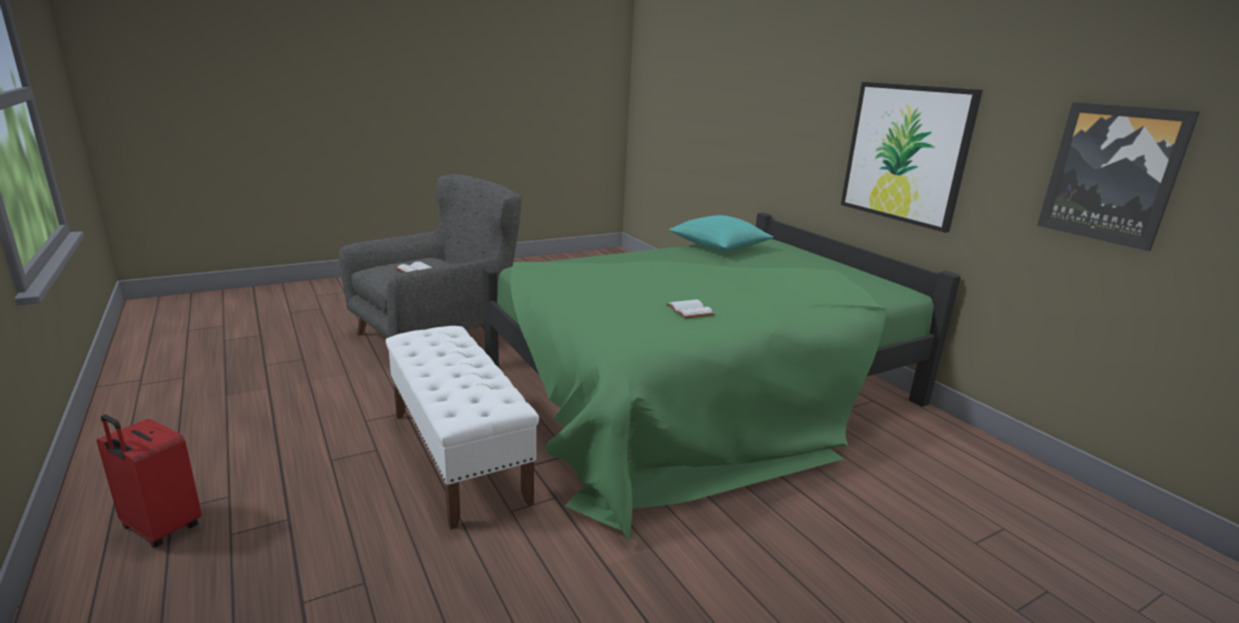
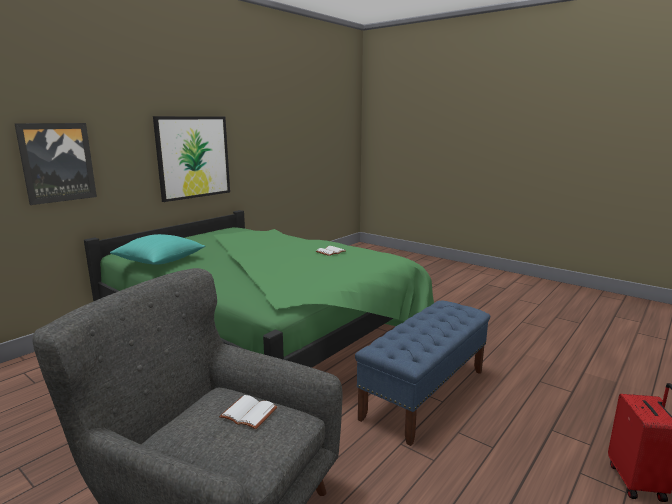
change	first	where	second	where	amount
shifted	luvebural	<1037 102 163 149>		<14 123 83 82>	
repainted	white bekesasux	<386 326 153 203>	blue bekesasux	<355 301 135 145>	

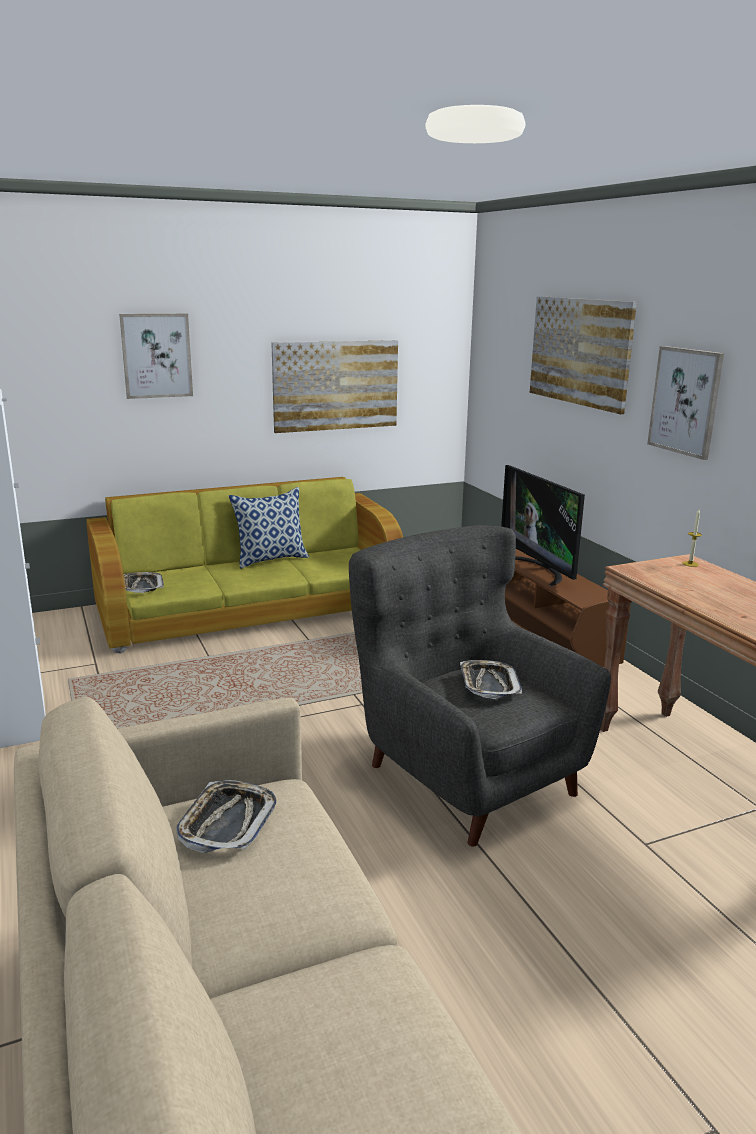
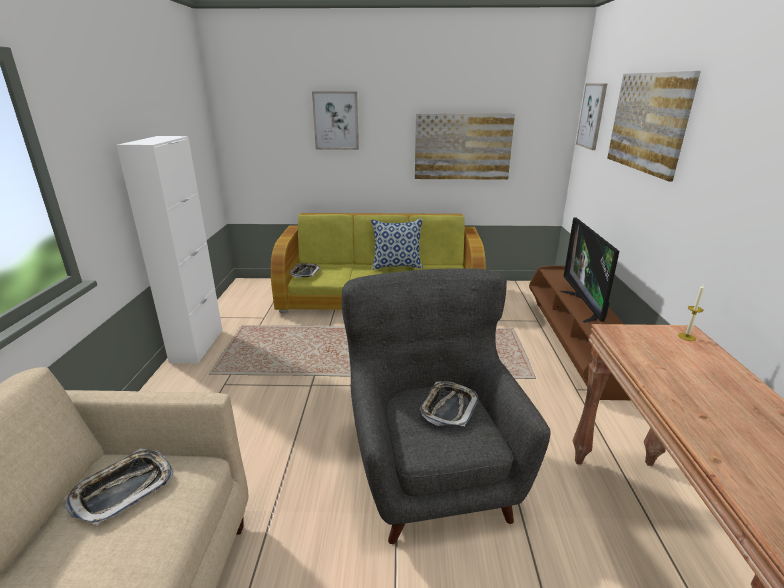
change	first	where	second	where	amount
shifted	luvebural	<647 346 77 114>		<576 83 31 67>	

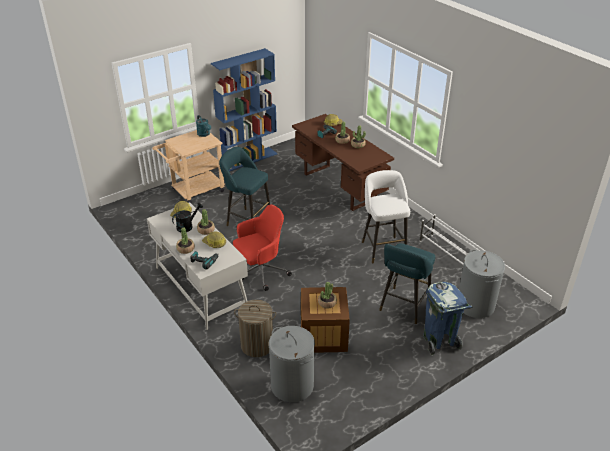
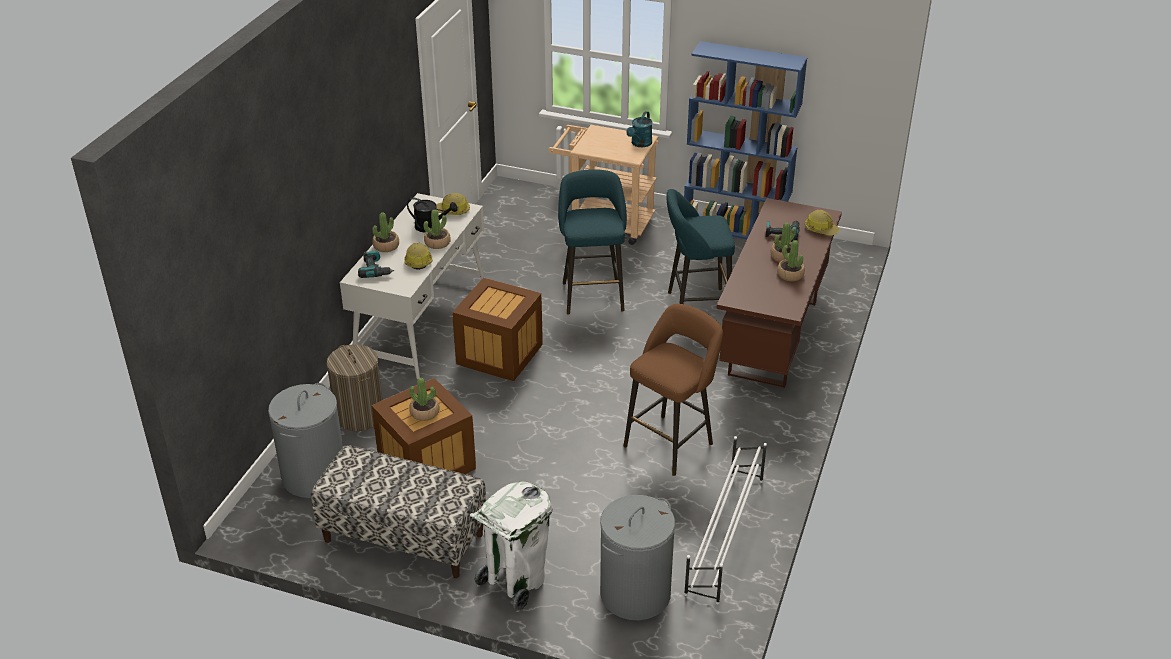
change	first	where	second	where	amount
new			bekesasux	<311 445 175 133>	
swapped	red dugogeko	<233 204 59 87>	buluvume	<452 278 90 103>	
repainted	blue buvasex	<423 282 50 74>	white buvasex	<470 481 83 131>	
repainted	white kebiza	<362 170 48 93>	brown kebiza	<624 304 99 172>	
shifted	turquoise kebiza	<379 243 56 81>		<666 189 69 115>	

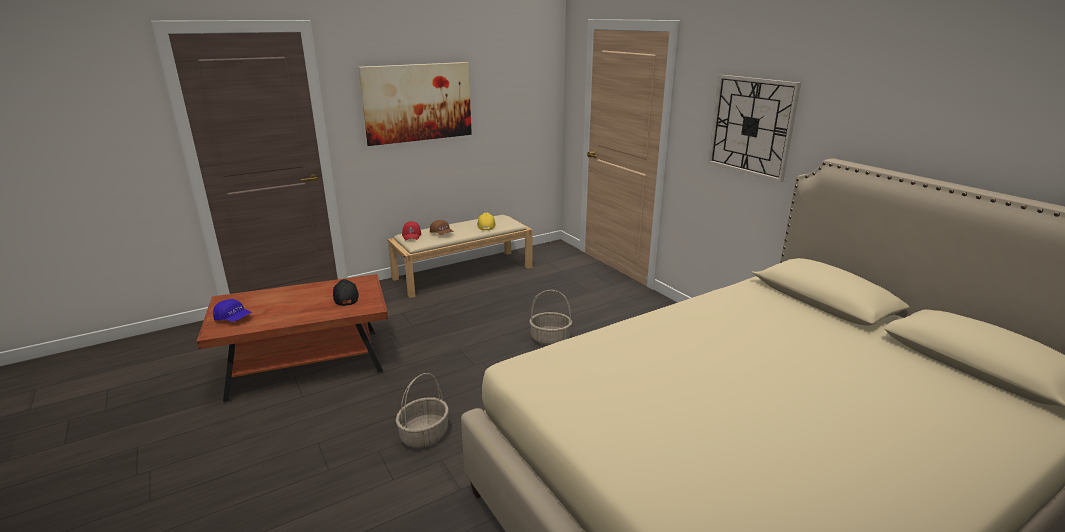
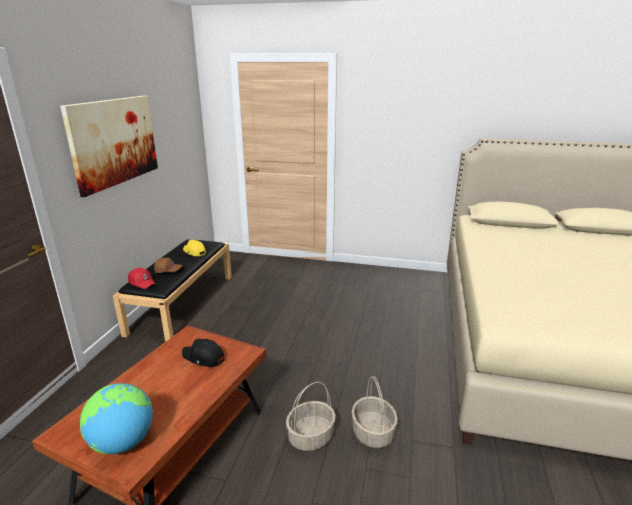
change	first	where	second	where	amount
swapped	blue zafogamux	<213 299 39 23>	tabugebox	<80 383 73 71>	
repainted	beige bekesasux	<388 215 145 83>	black bekesasux	<113 239 119 103>	
shifted	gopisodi	<529 290 43 55>		<286 382 50 69>	
gone	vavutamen	<708 75 93 107>			

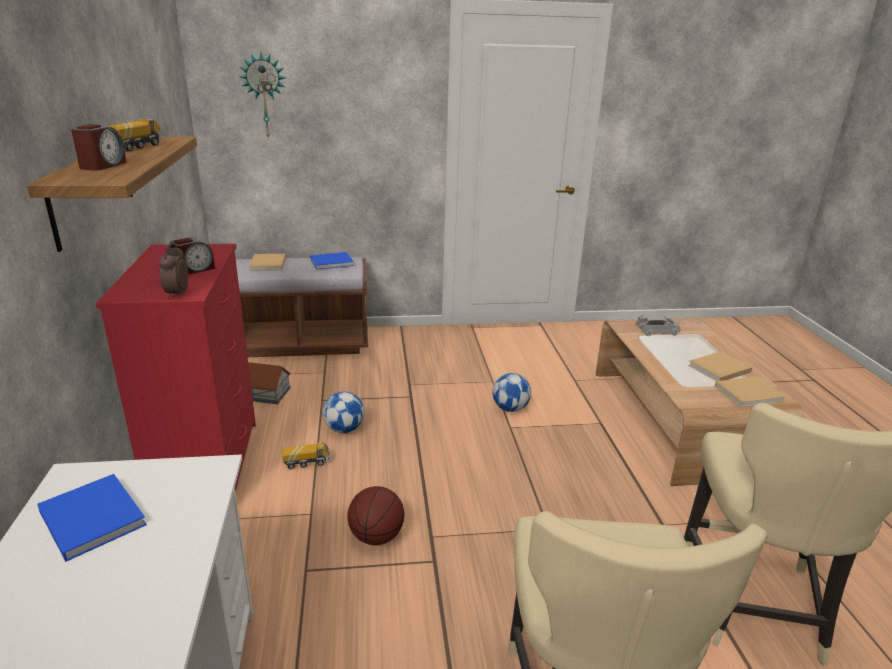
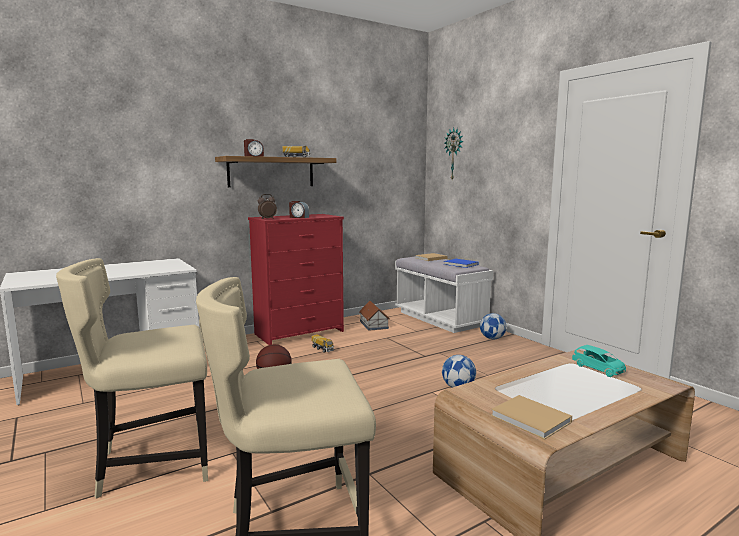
change	first	where	second	where	amount
repainted	brown bekesasux	<236 257 132 100>	white bekesasux	<395 256 98 77>	
shifted	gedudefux	<323 391 42 42>		<480 313 27 26>	
repainted	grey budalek	<635 315 45 21>	turquoise budalek	<572 345 54 32>	
gone	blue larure	<37 474 110 88>			
gone	beige larure	<688 351 64 30>			

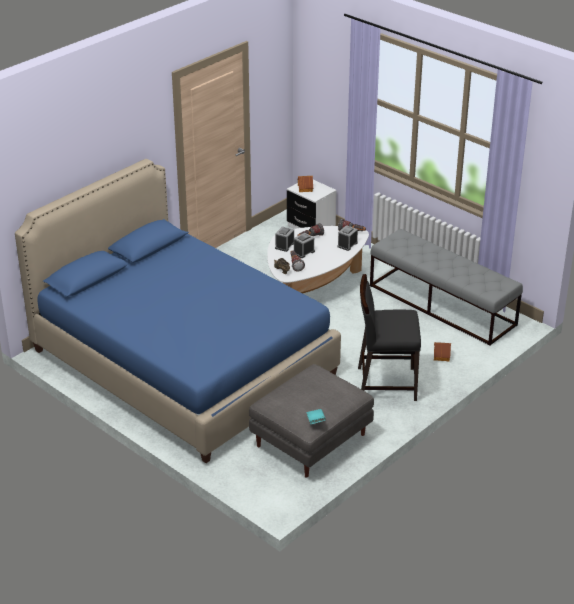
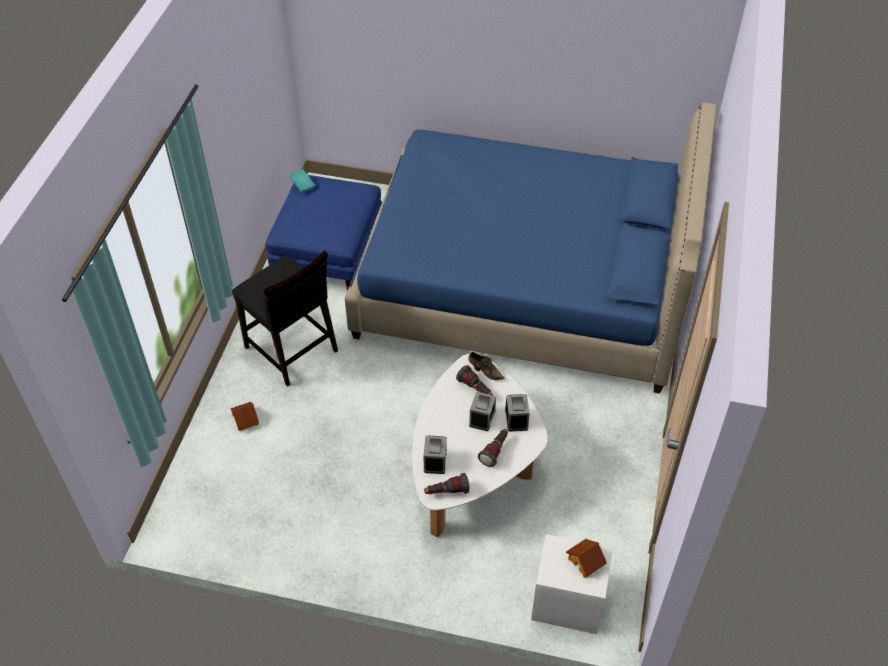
change	first	where	second	where	amount
rotated	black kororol	<358 274 63 127>		<232 251 106 136>	75 degrees clockwise
repainted	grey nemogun	<249 364 125 114>	blue nemogun	<265 175 117 116>	
gone	grey bekesasux	<370 229 153 117>			

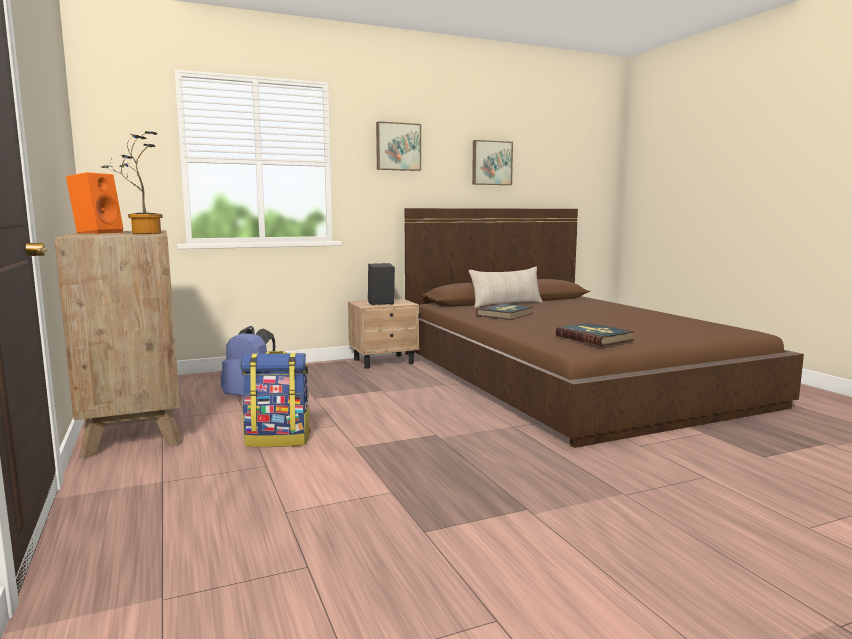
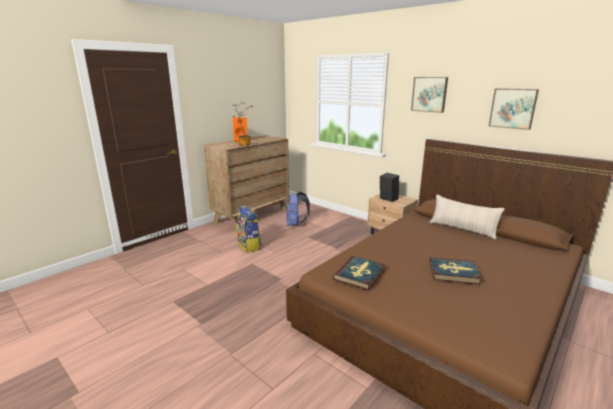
change	first	where	second	where	amount
shifted	larure	<476 304 57 16>		<429 257 53 28>	

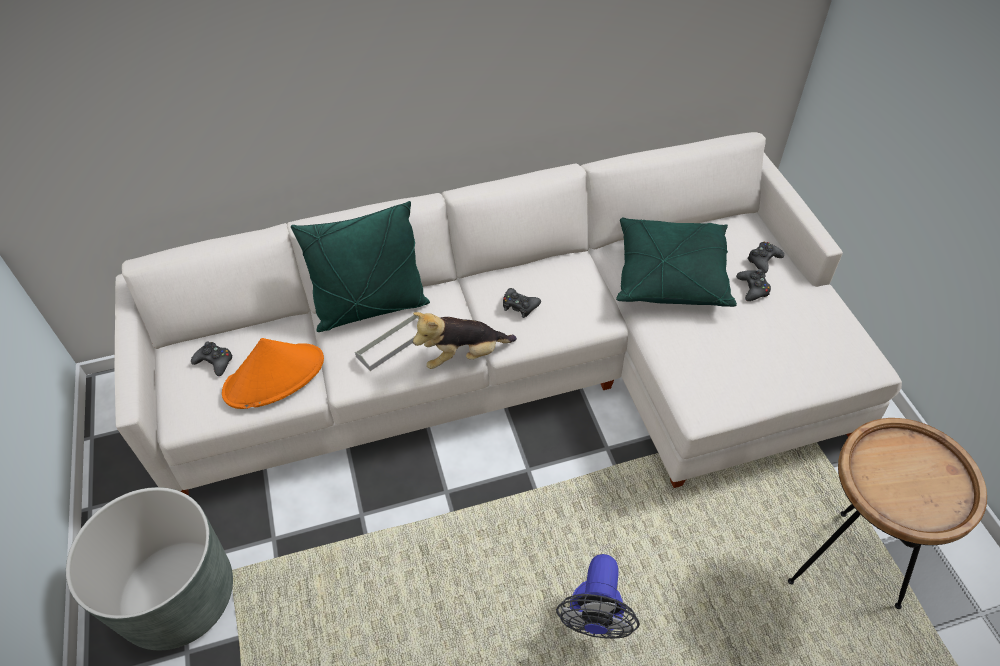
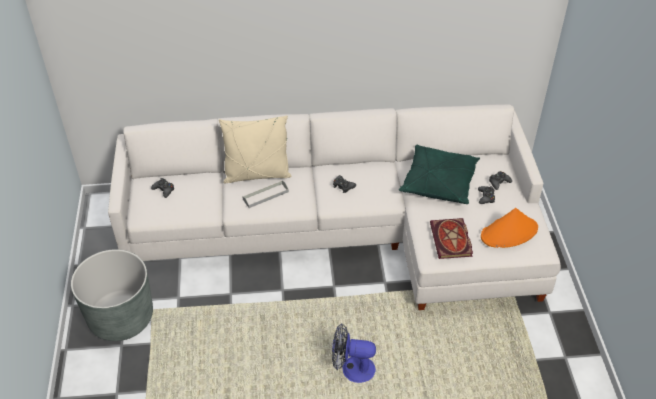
change	first	where	second	where	amount
repainted	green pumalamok	<291 201 139 131>	beige pumalamok	<219 115 73 68>	
rotated	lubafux	<556 554 84 85>		<332 323 44 60>	75 degrees clockwise
new			larure	<430 218 43 41>	
shifted	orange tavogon	<222 338 102 71>		<481 208 57 40>	
gone	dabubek	<413 312 104 57>			
gone	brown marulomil	<788 418 199 191>			

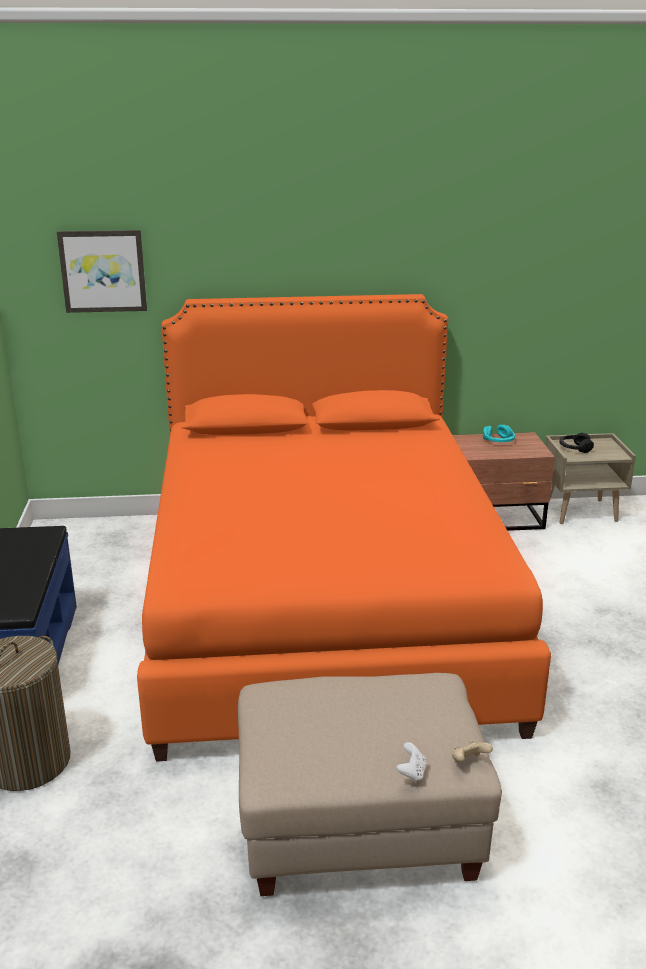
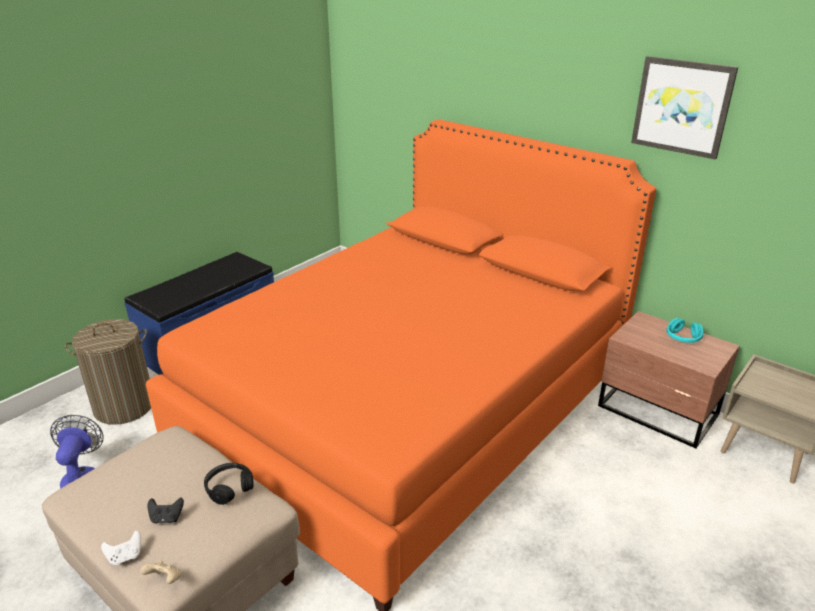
change	first	where	second	where	amount
new			lubafux	<50 415 54 74>	
new			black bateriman	<148 497 36 27>	
shifted	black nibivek	<559 433 35 20>		<204 463 50 42>	
shifted	luvebural	<57 230 90 83>		<631 56 107 104>	

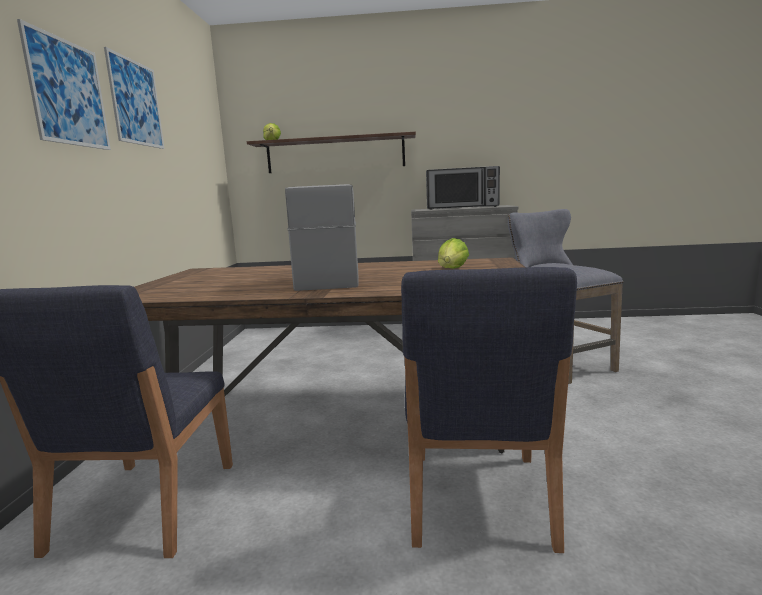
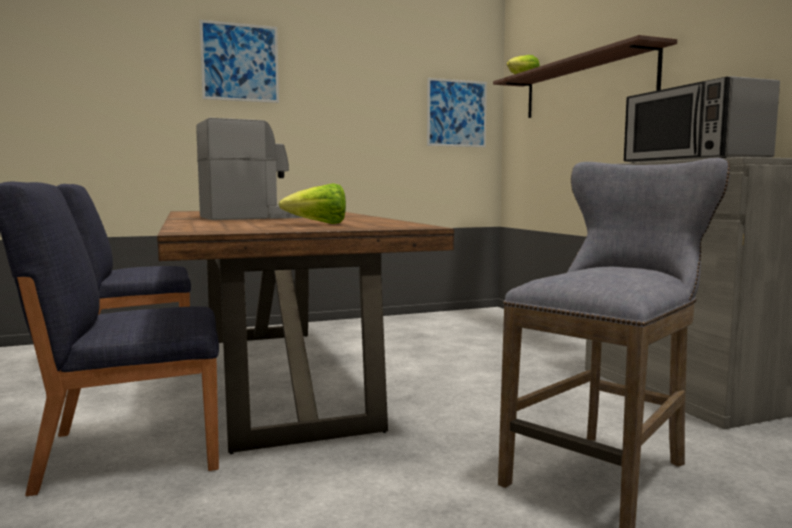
change	first	where	second	where	amount
shifted	luvebural	<104 47 60 102>		<427 78 60 69>	

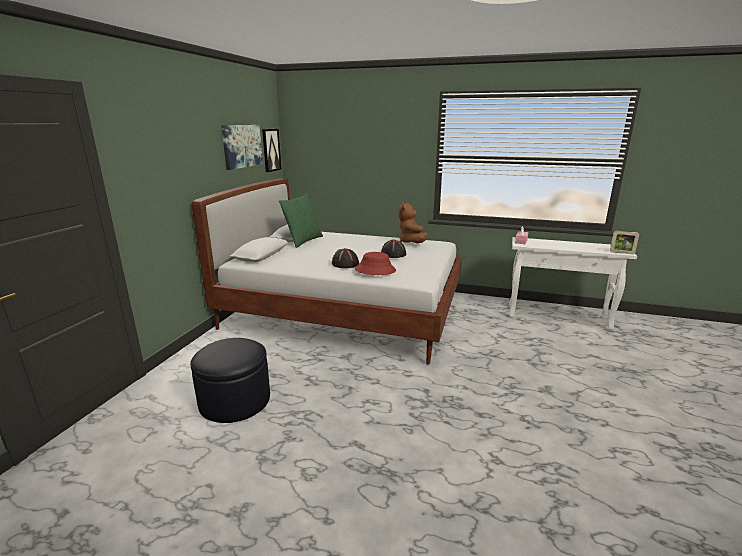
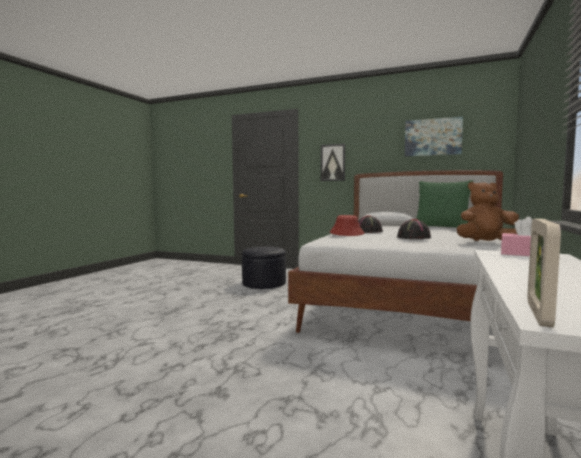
change	first	where	second	where	amount
shifted	luvebural	<262 129 19 43>		<321 144 24 37>	

